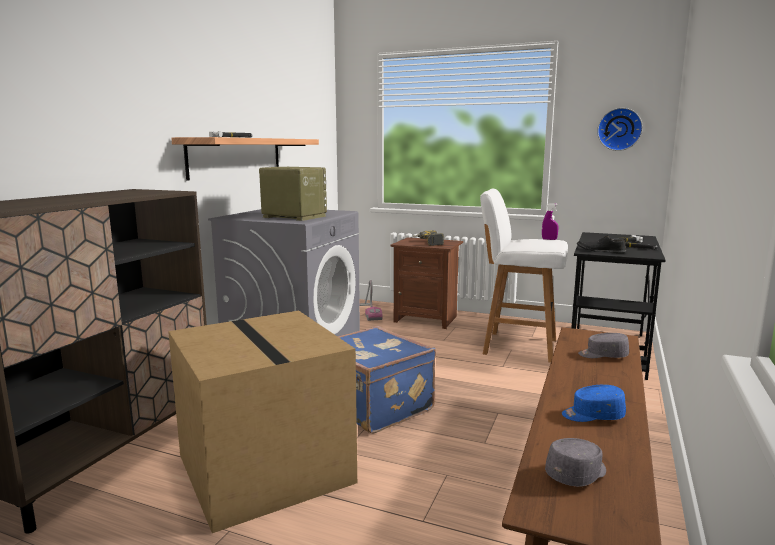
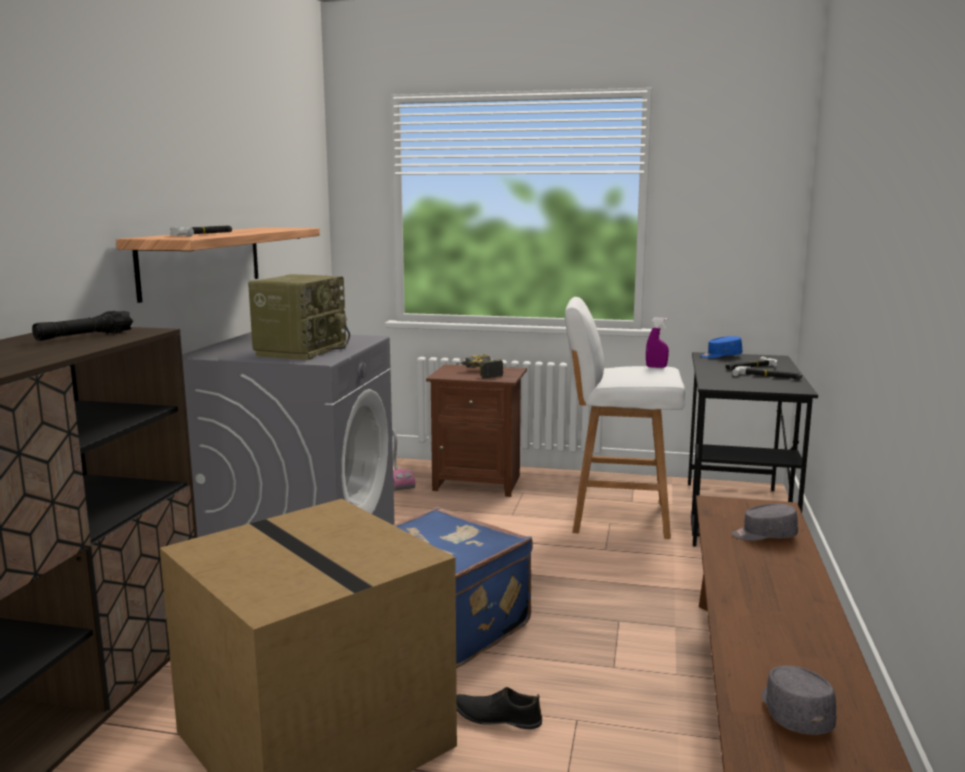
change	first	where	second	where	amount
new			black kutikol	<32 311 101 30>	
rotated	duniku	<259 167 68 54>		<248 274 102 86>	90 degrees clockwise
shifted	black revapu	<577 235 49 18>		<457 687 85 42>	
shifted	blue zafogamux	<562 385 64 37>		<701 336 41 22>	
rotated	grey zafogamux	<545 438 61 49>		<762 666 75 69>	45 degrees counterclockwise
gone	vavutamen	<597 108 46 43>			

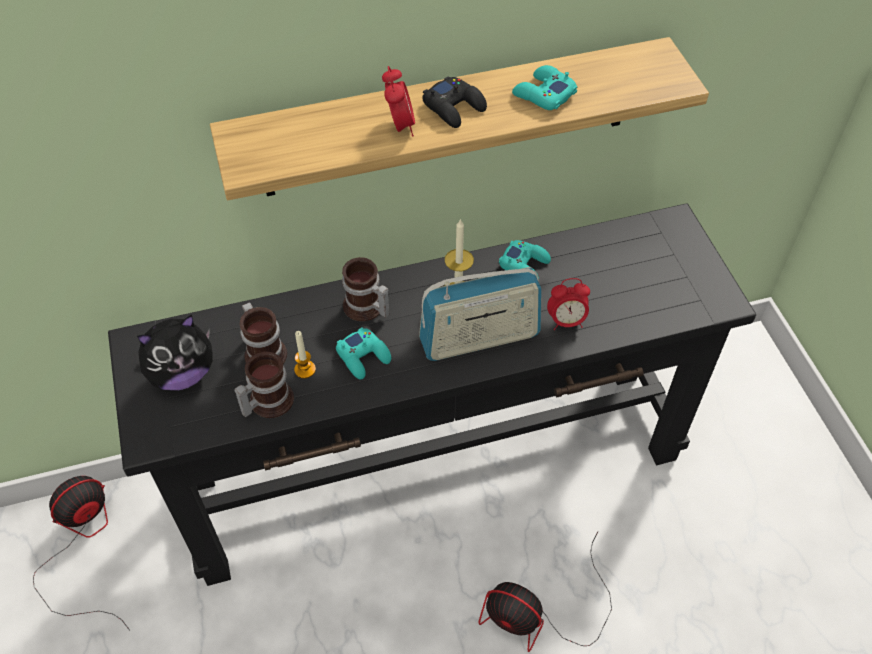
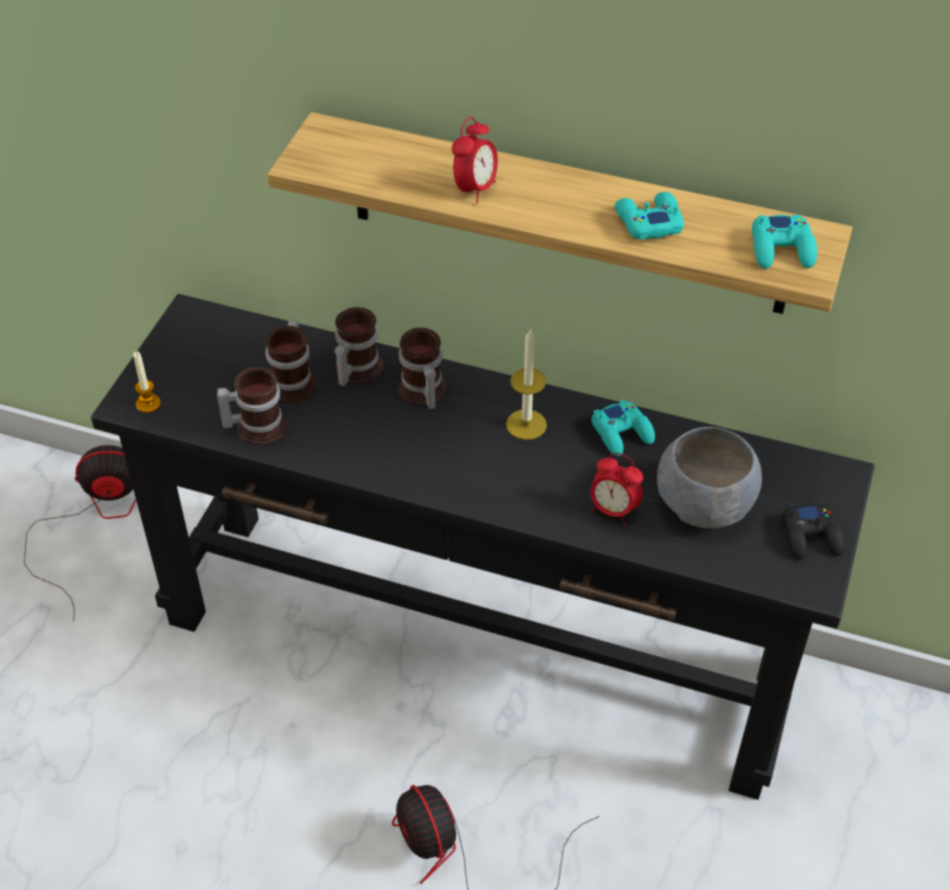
change	first	where	second	where	amount
shifted	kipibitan	<294 331 22 48>		<133 351 28 62>	
new			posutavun	<335 307 48 79>	
new			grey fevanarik	<657 427 105 101>	
shifted	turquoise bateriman	<336 328 55 51>		<752 215 65 54>	
shifted	black bateriman	<422 76 65 52>		<782 503 63 57>	
gone	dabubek	<137 315 76 75>			
gone	duniku	<419 267 122 94>			

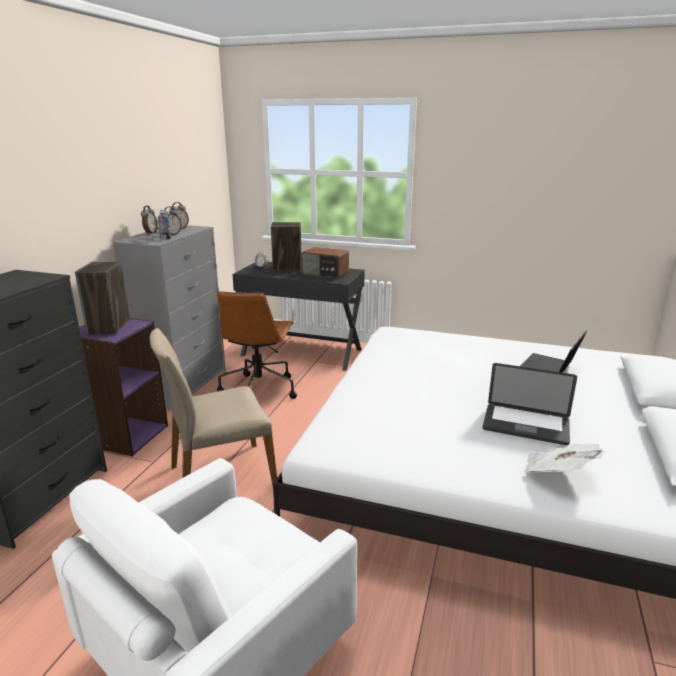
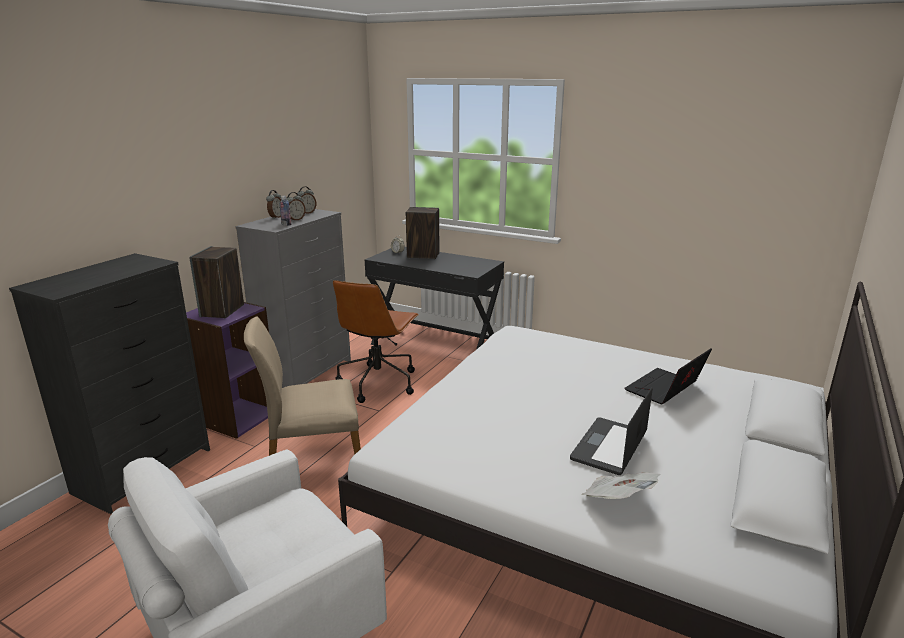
change	first	where	second	where	amount
rotated	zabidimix	<483 363 94 82>		<570 387 83 88>	90 degrees clockwise
gone	duniku	<301 247 48 32>			

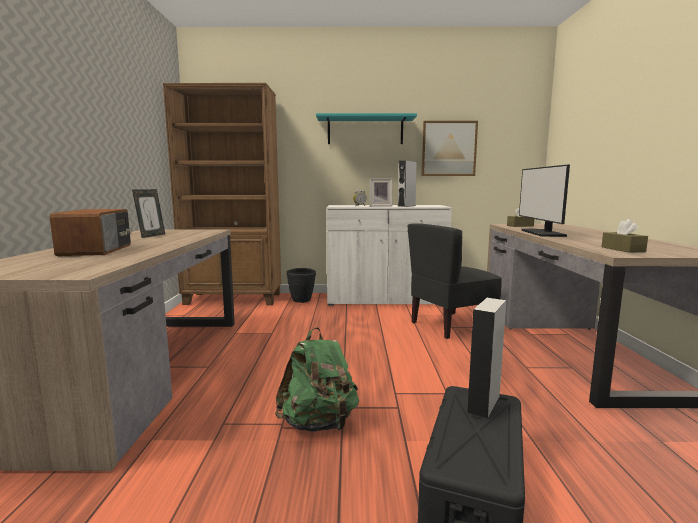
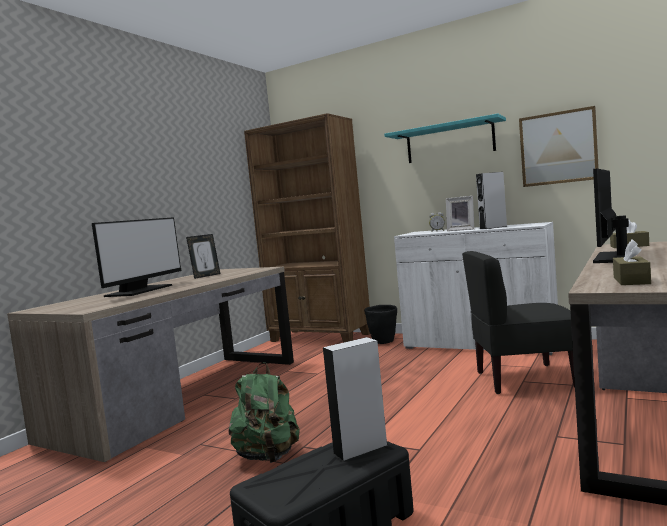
change	first	where	second	where	amount
swapped	duniku	<50 209 82 47>	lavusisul	<92 217 89 80>	

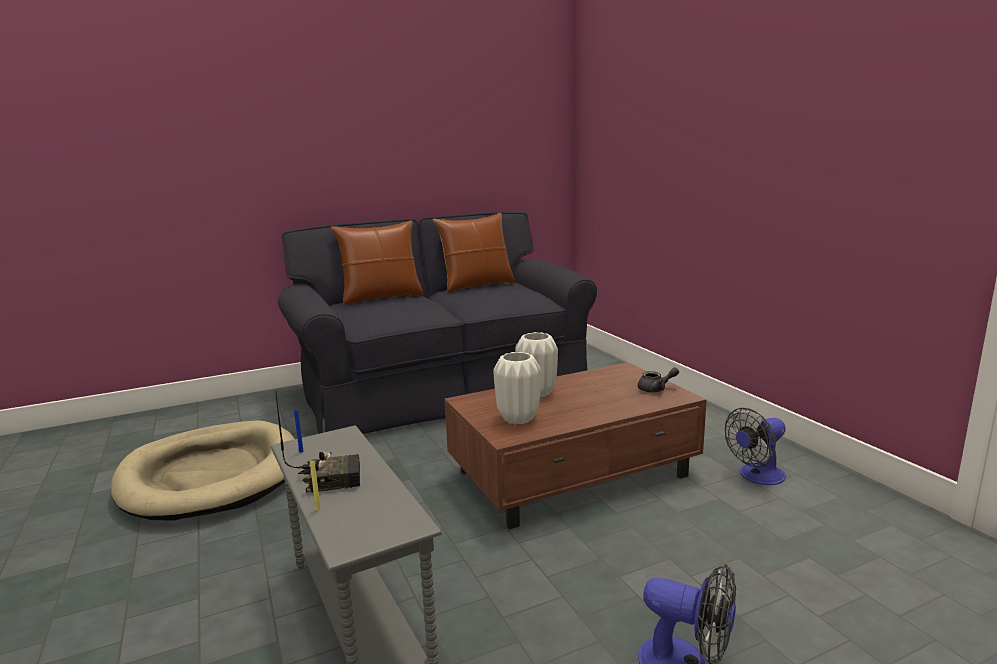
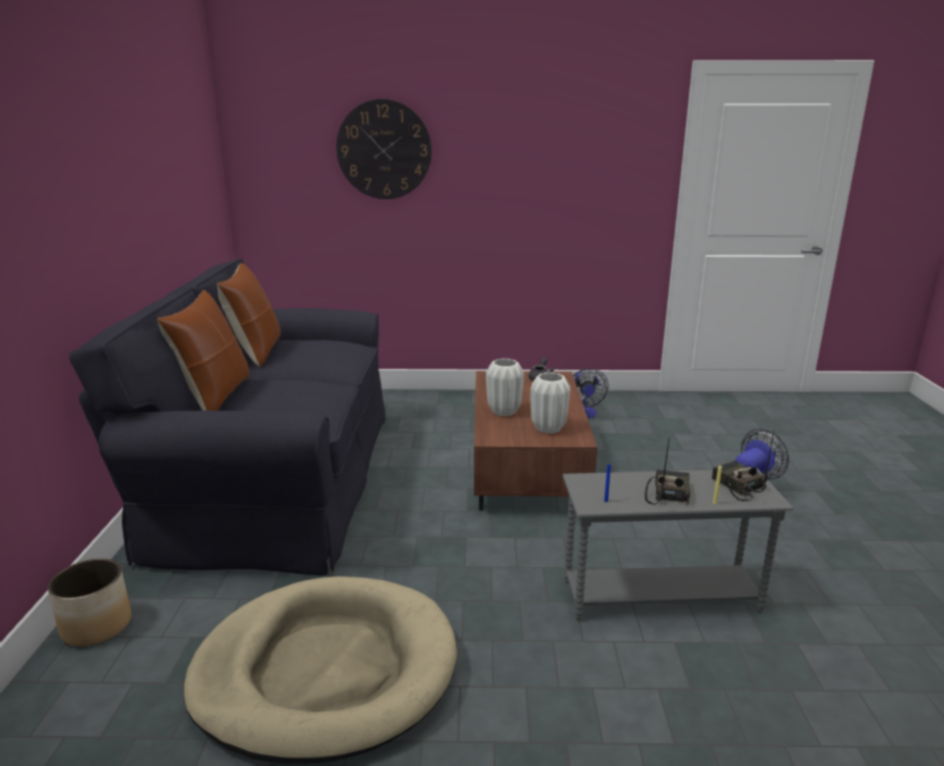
change	first	where	second	where	amount
new			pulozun	<48 558 83 89>	
new			vavutamen	<336 99 96 100>	
new			duniku	<712 430 62 71>	

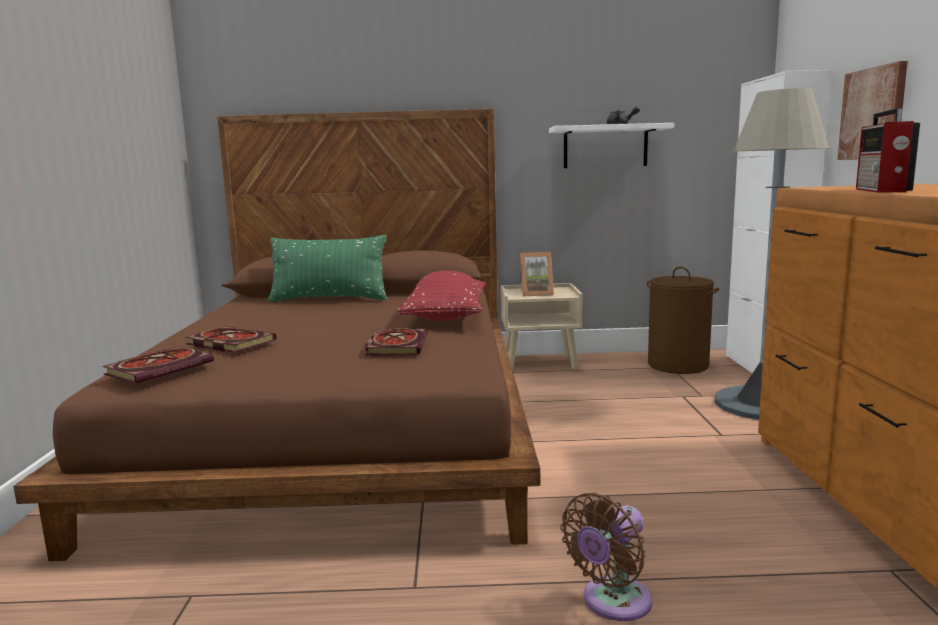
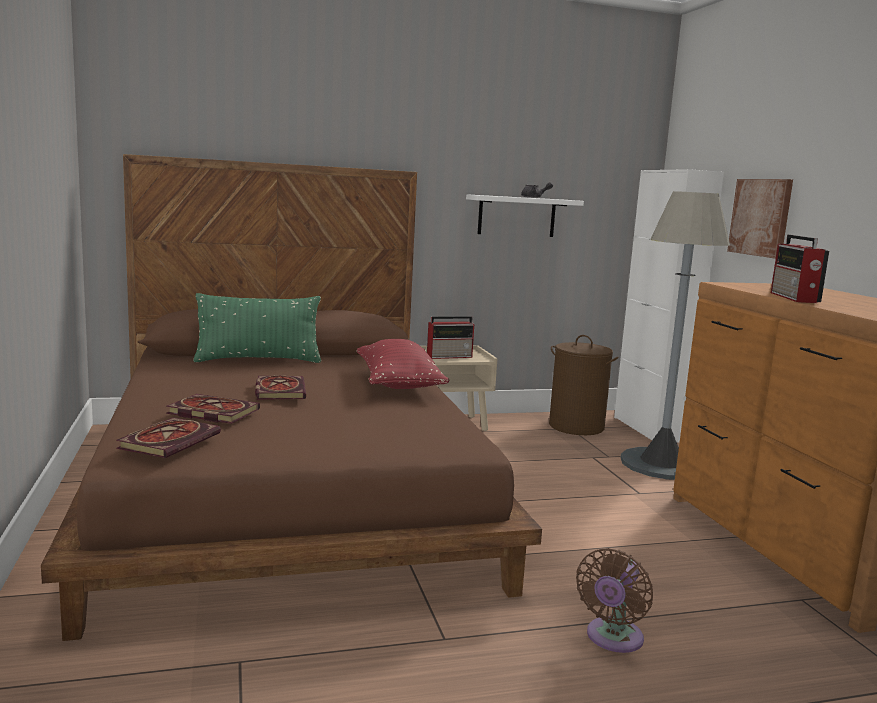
change	first	where	second	where	amount
shifted	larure	<365 328 63 28>		<255 375 51 25>	
swapped	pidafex	<519 252 35 44>	duniku	<427 316 47 43>	

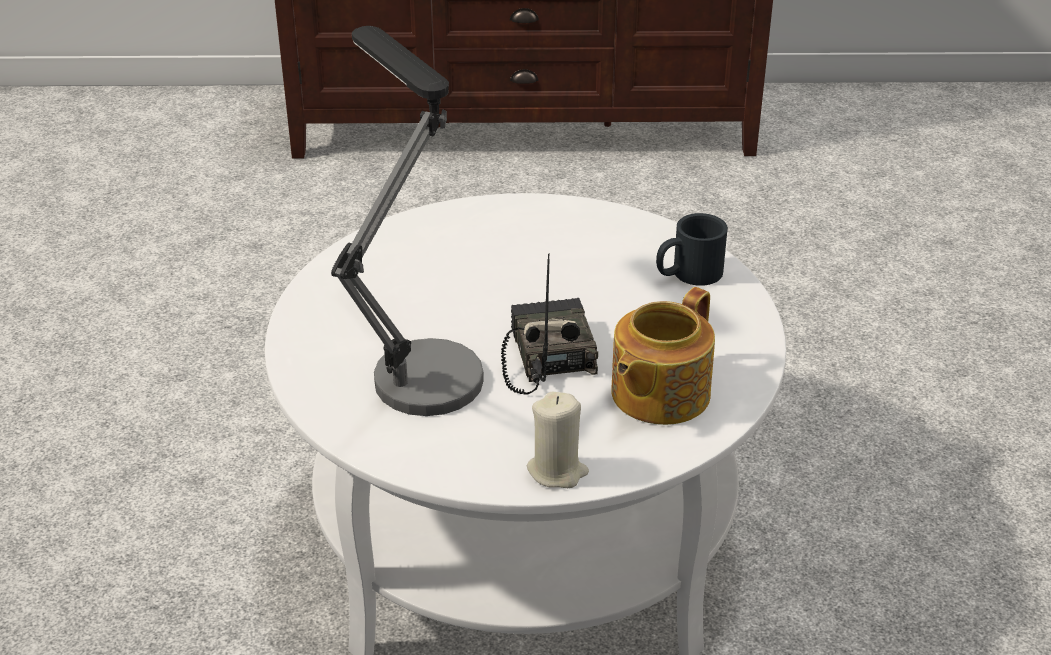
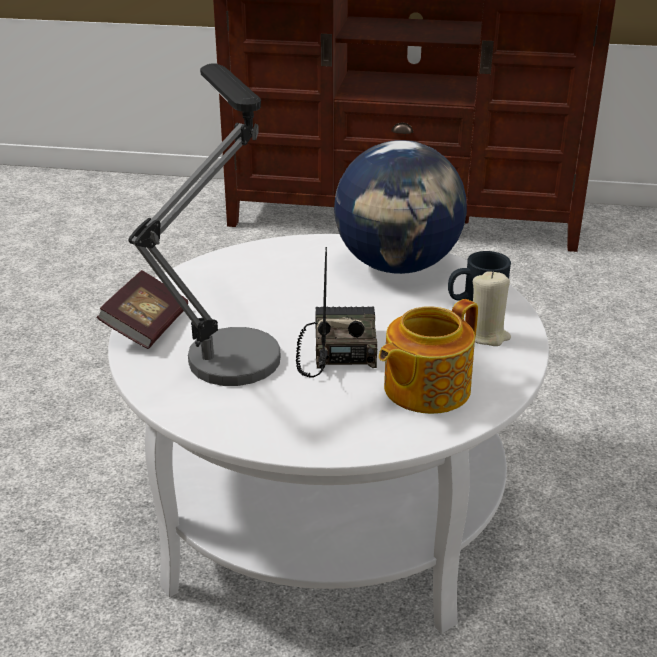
change	first	where	second	where	amount
new			larure	<97 270 91 79>	
new			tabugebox	<334 140 133 134>	
shifted	beige kipibitan	<527 392 62 96>		<473 271 38 75>	

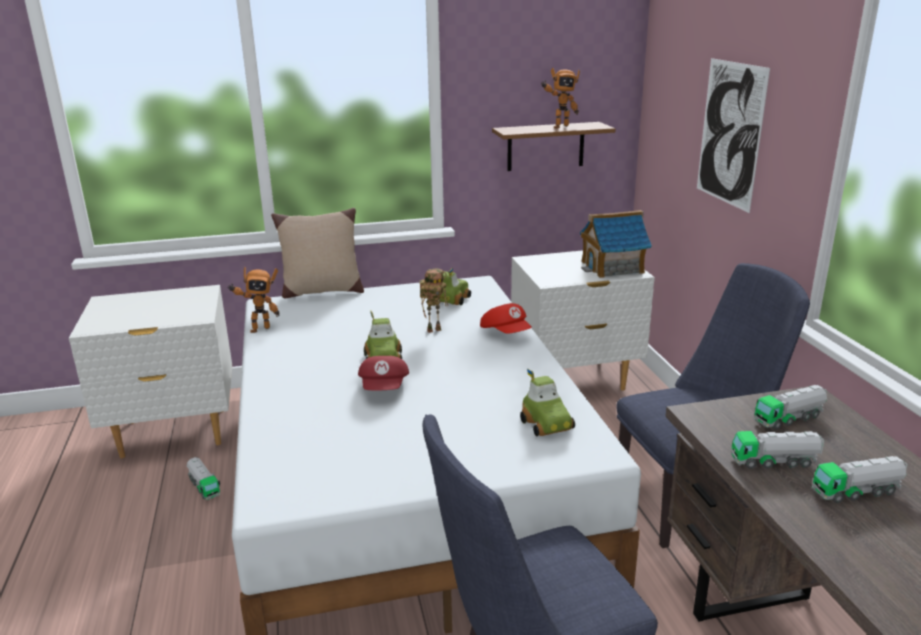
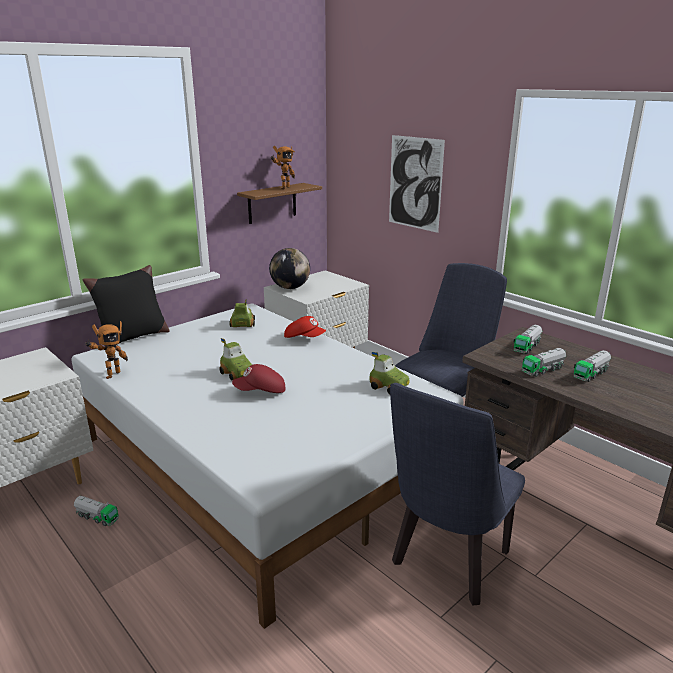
change	first	where	second	where	amount
repainted	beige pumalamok	<271 208 93 90>	black pumalamok	<83 265 87 82>	
rotated	red zafogamux	<358 356 51 34>		<232 364 53 29>	105 degrees clockwise
new			tabugebox	<269 248 41 41>	
gone	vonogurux	<419 269 29 64>			
gone	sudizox	<580 210 72 68>			

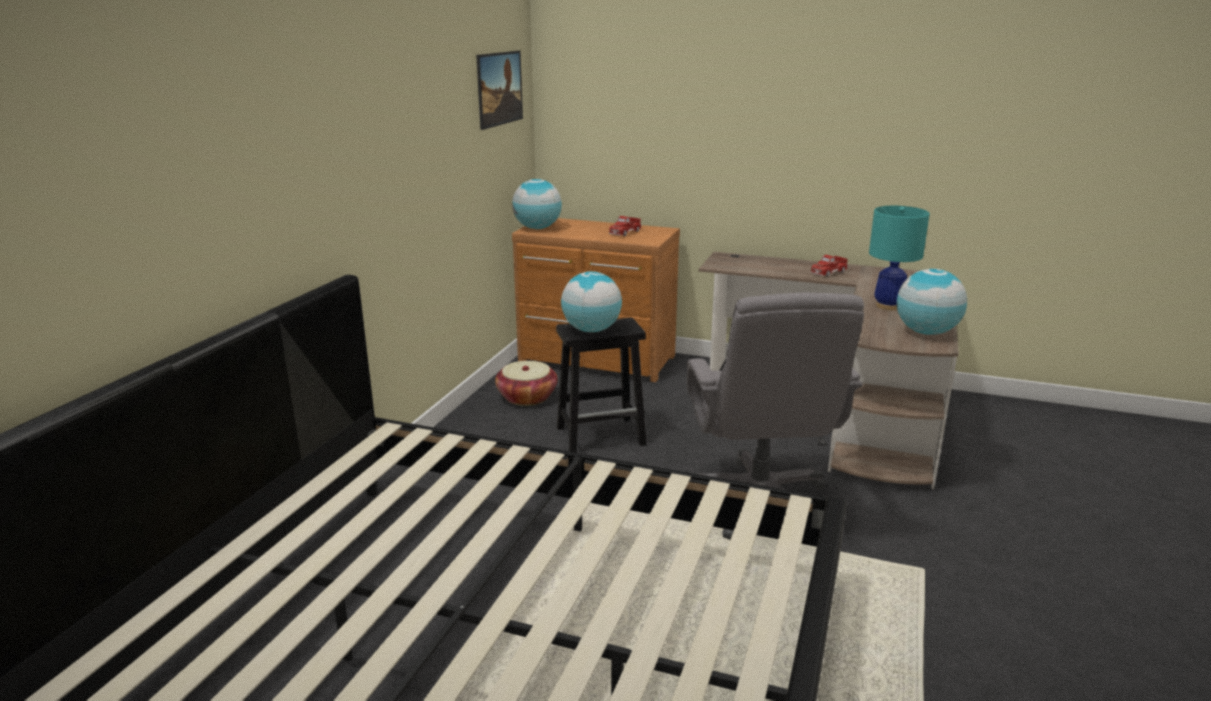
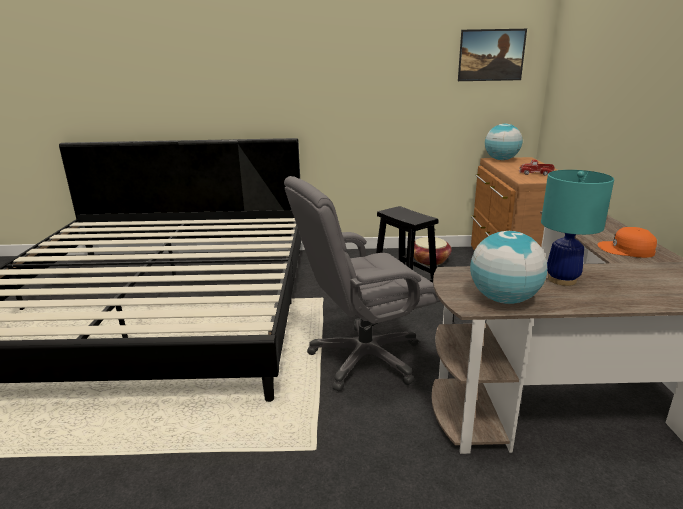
change	first	where	second	where	amount
swapped	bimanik	<810 255 38 22>	orange zafogamux	<597 227 60 31>	
gone	tabugebox	<561 271 61 61>			

